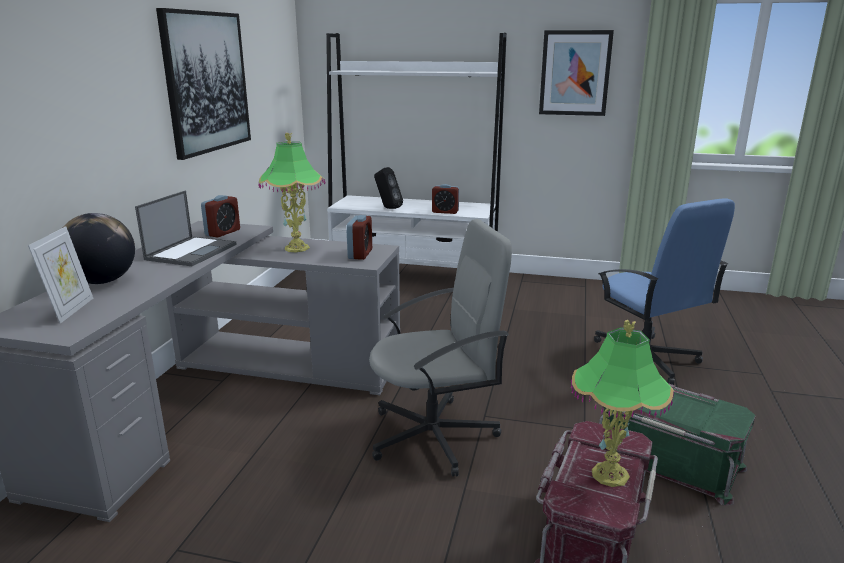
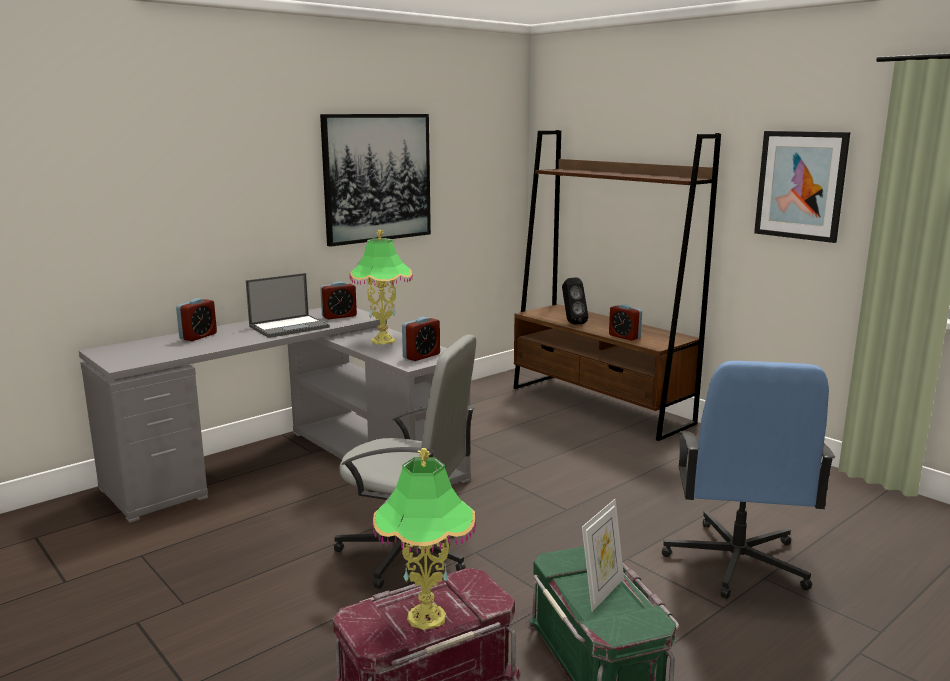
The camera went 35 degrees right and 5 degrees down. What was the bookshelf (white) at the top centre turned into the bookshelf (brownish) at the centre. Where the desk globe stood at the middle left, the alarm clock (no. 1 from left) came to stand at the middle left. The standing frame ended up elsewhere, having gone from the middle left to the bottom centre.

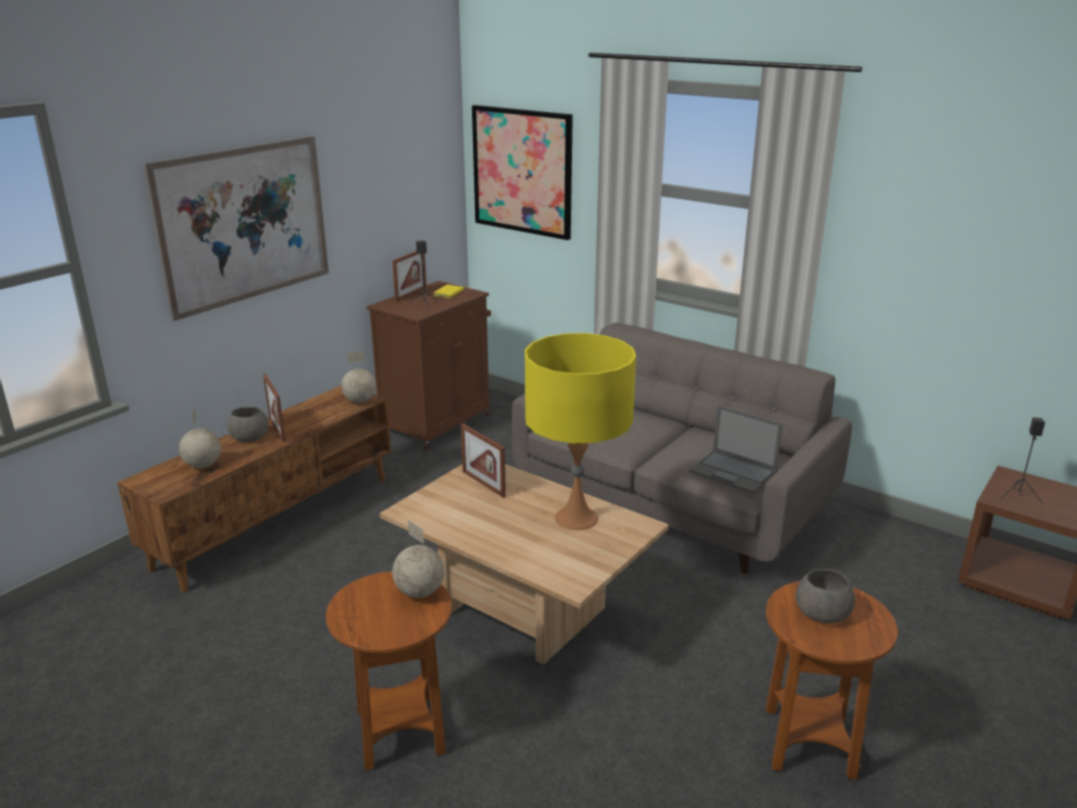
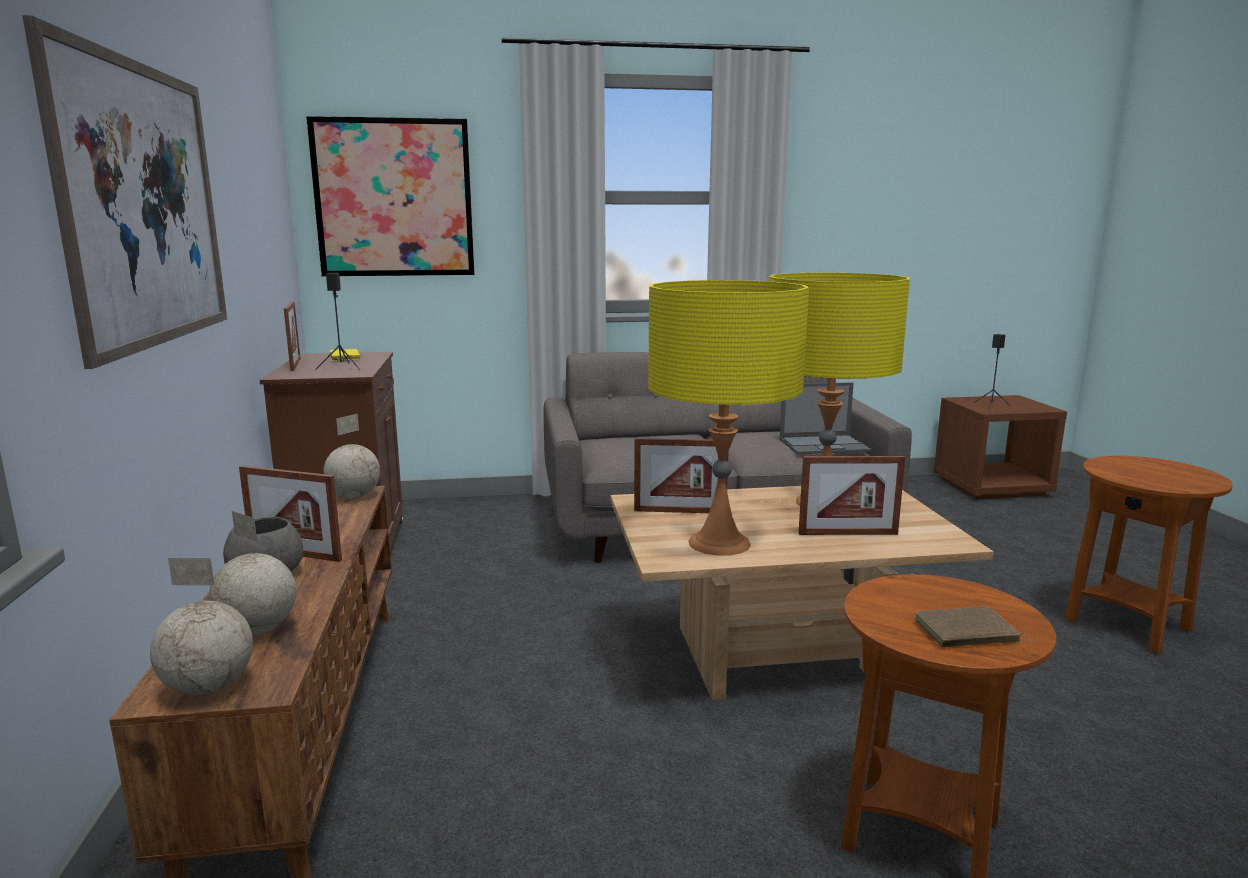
The camera went 45 degrees left and 10 degrees down. The desk globe (no. 3 from left in the first image) ended up elsewhere, having gone from the bottom centre to the bottom left. The second view lost the bowl (greyish) (no. 2 from left) at the bottom right. The second view gained the lamp for a table (yellow) (no. 1 from left) at the centre. The second view gained the standing frame (no. 4 from left) at the middle right. The second view gained the bound book (brownish) at the bottom right.

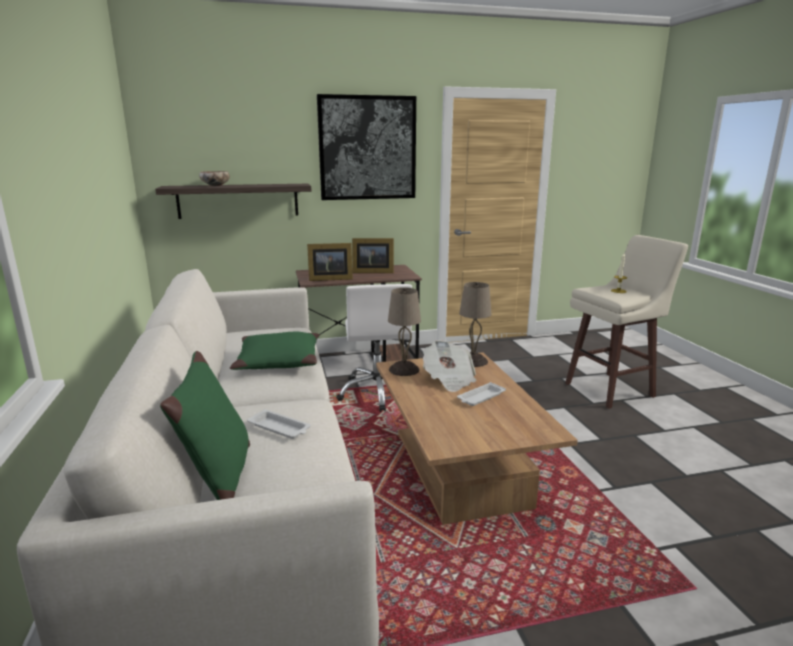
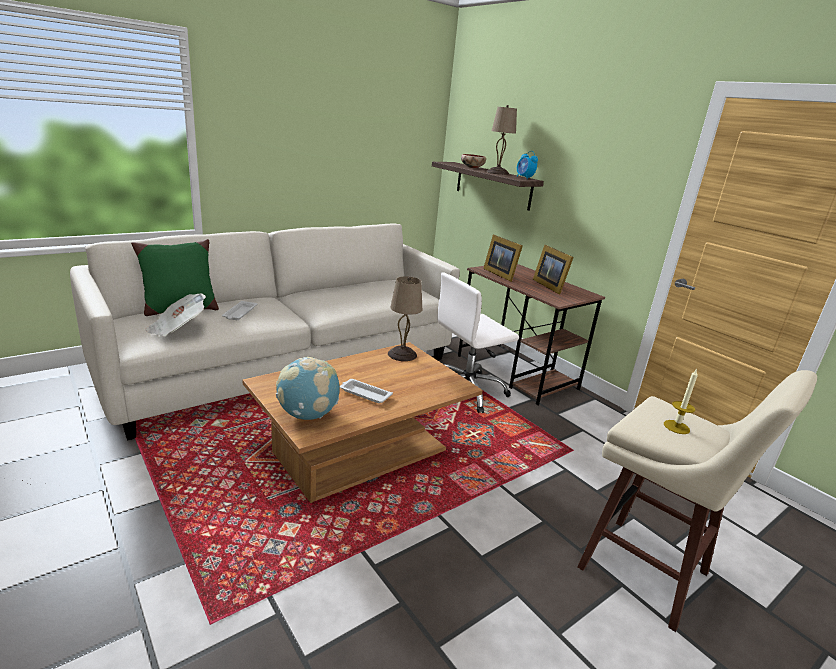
The camera went 65 degrees right and 5 degrees up. The second view lost the wall picture at the top centre. The lamp for a table (beige) (no. 2 from left) ended up elsewhere, having gone from the centre to the top centre. The second view lost the cushion (green) (no. 2 from left) at the centre. The daily paper ended up elsewhere, having gone from the centre to the middle left. The second view gained the alarm clock at the top centre. The second view gained the desk globe at the centre.

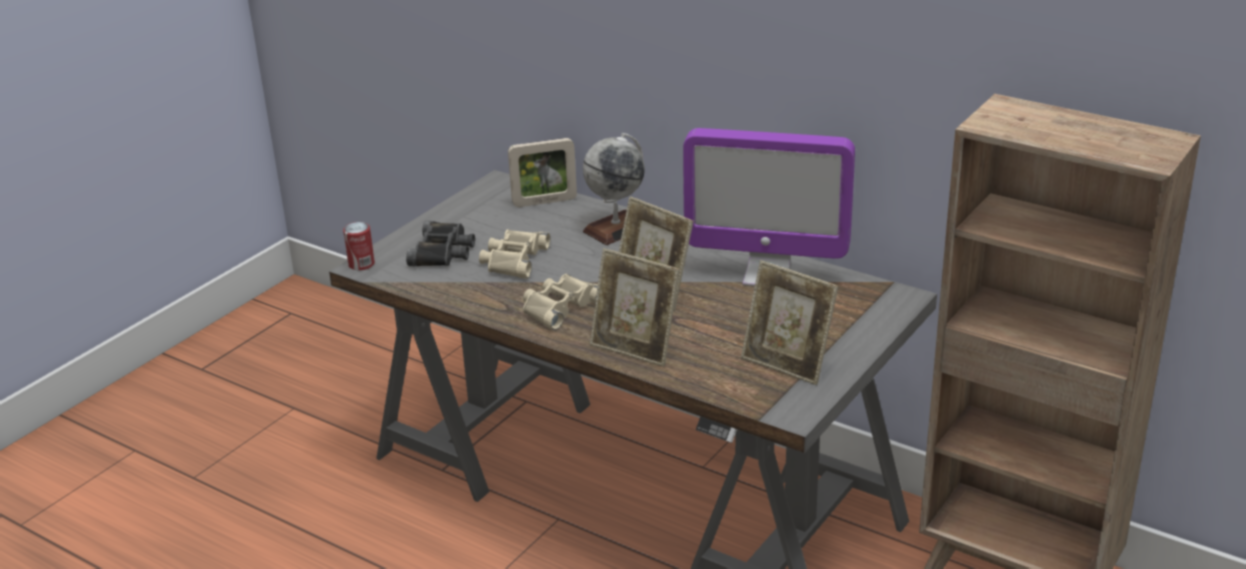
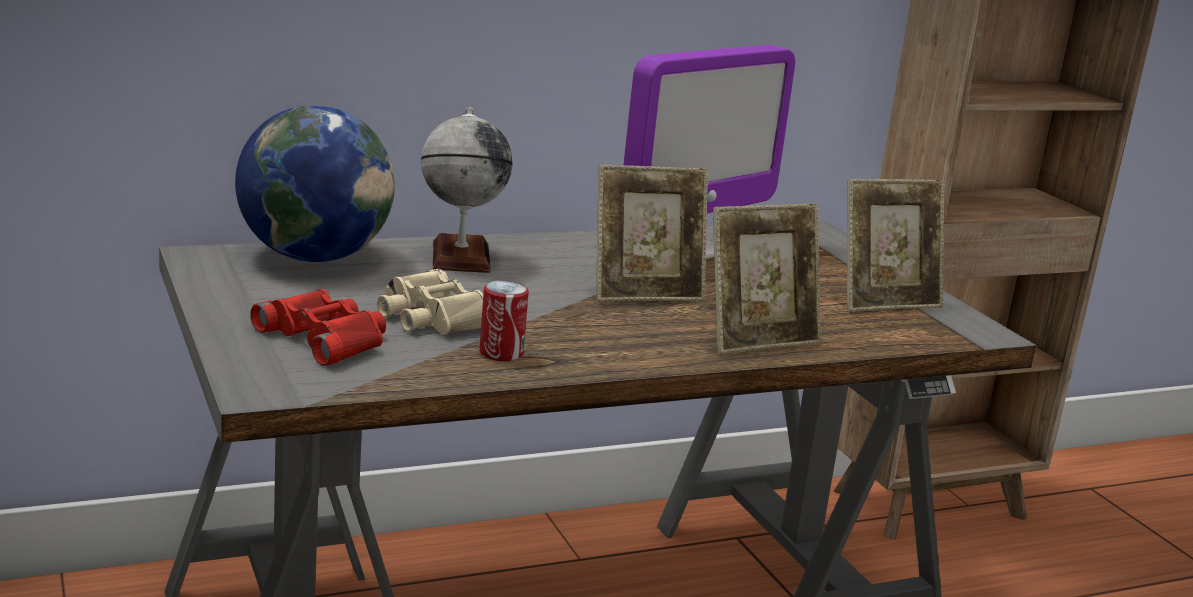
The camera went 60 degrees left and 10 degrees down. Where the standing frame (no. 1 from left) stood at the top centre, the desk globe (no. 1 from left) came to stand at the top left. What was the binoculars (black) at the centre turned into the binoculars (reddish) at the middle left. The metal can ended up elsewhere, having gone from the middle left to the centre. The second view lost the binoculars (beige) (no. 2 from left) at the centre.

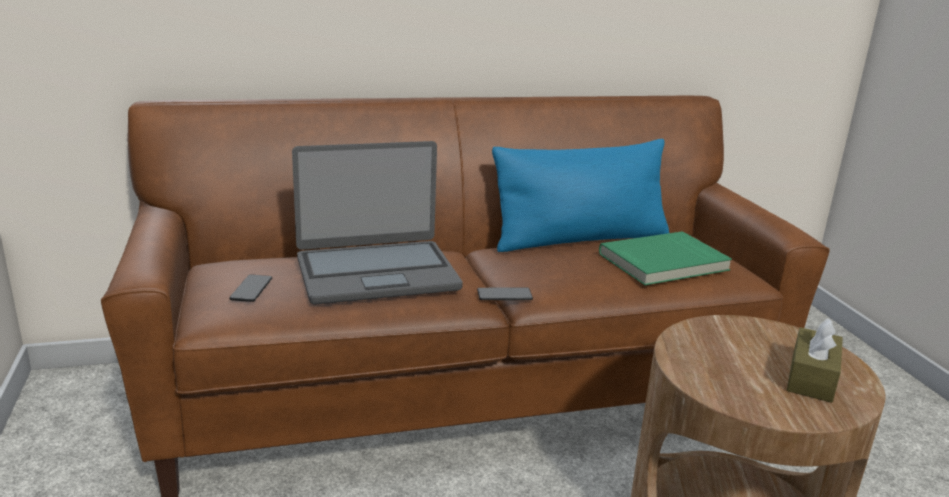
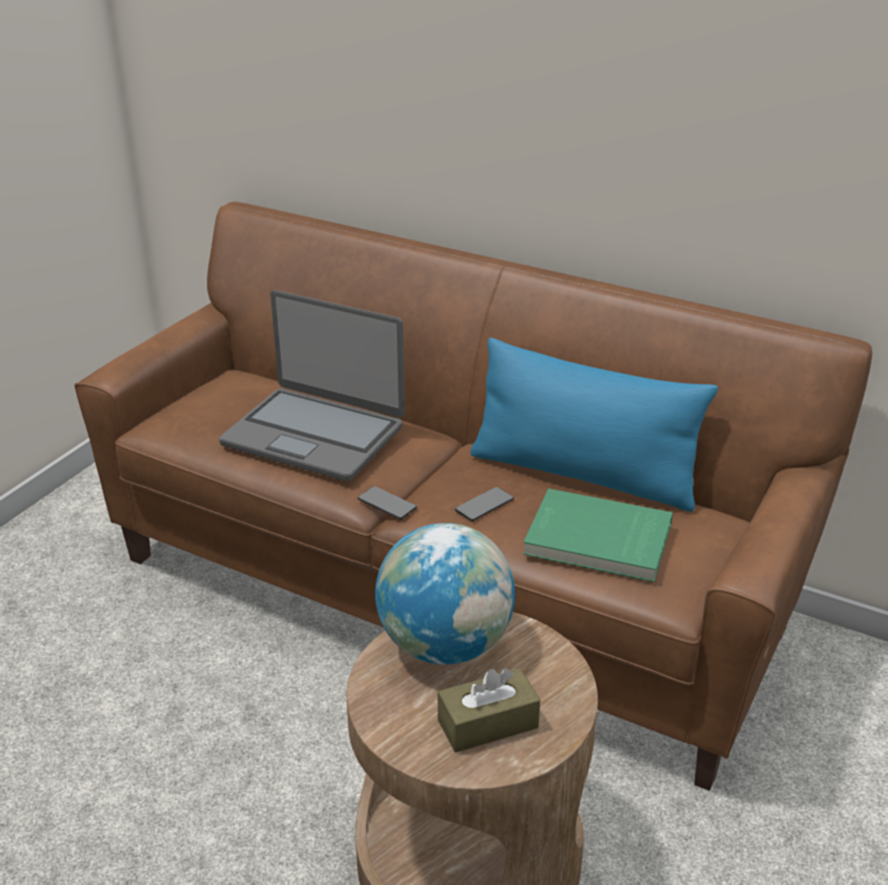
The camera went 45 degrees right and 10 degrees up. The phone (no. 1 from left in the first image) ended up elsewhere, having gone from the middle left to the centre. The second view gained the desk globe at the bottom centre.

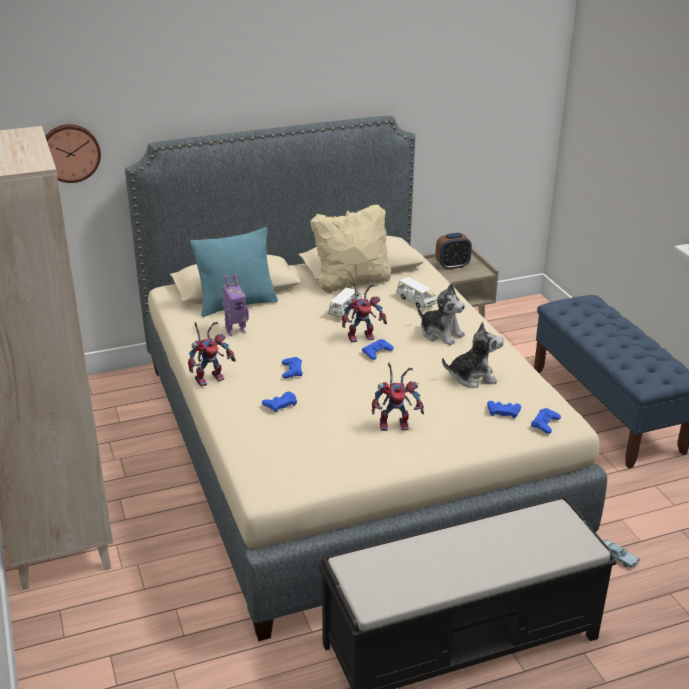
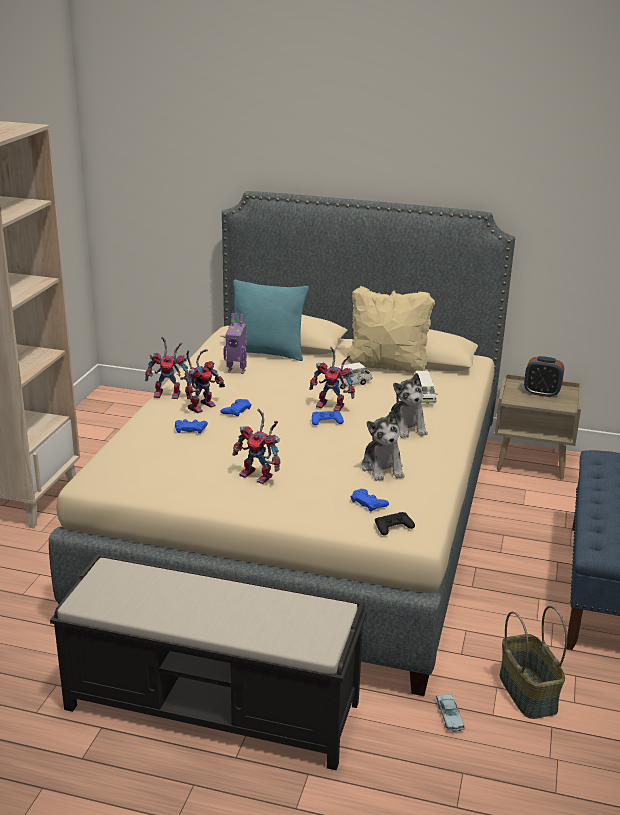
The camera went 35 degrees right and 5 degrees down. The second view lost the clock on the wall at the top left. The soft toy (no. 2 from left in the first image) at the middle right ended up facing another way, 45 degrees clockwise from before. What was the joypad (bluish) (no. 5 from left) at the middle right turned into the joypad (black) at the centre. The second view gained the robot figure (no. 2 from left) at the middle left. The second view gained the basket at the bottom right.

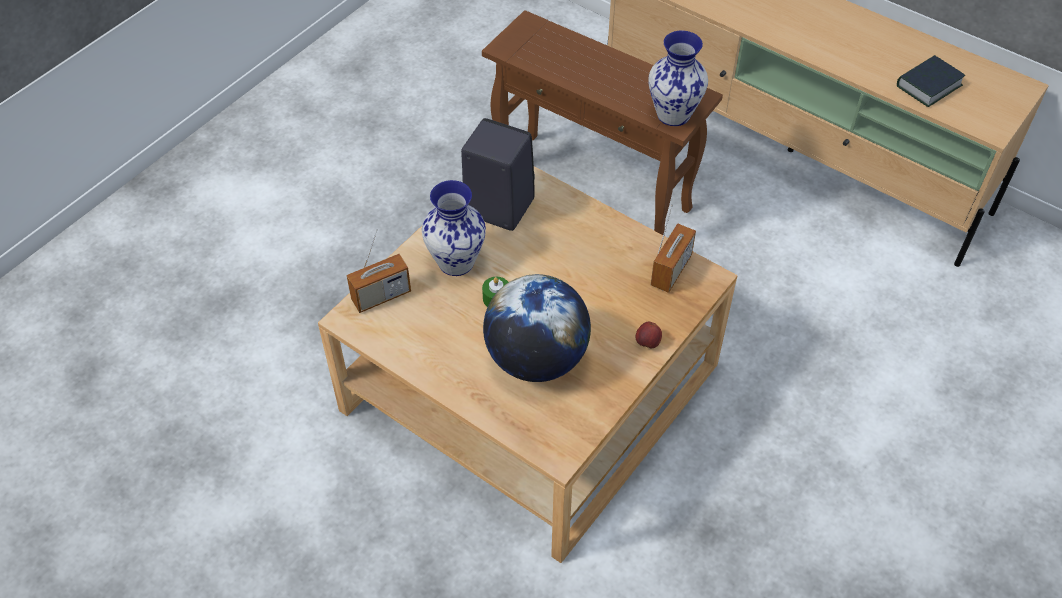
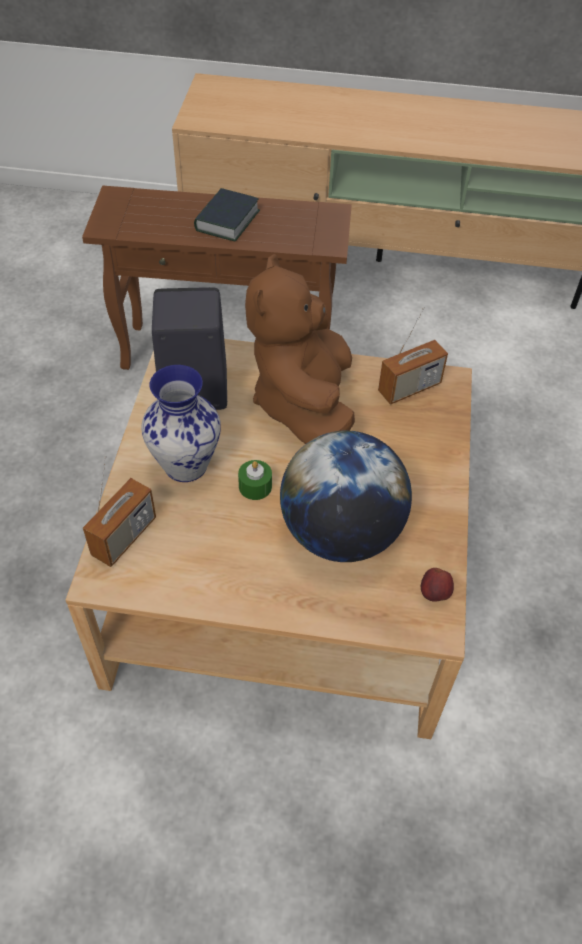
The camera went 30 degrees left and 0 degrees up. The second view lost the decorative vase (no. 2 from left) at the top centre. The bound book ended up elsewhere, having gone from the top right to the top centre. The radio (no. 2 from left) at the centre ended up facing another way, 60 degrees clockwise from before. The whole apple ended up elsewhere, having gone from the centre to the middle right. The second view gained the soft toy (brownish) at the centre.

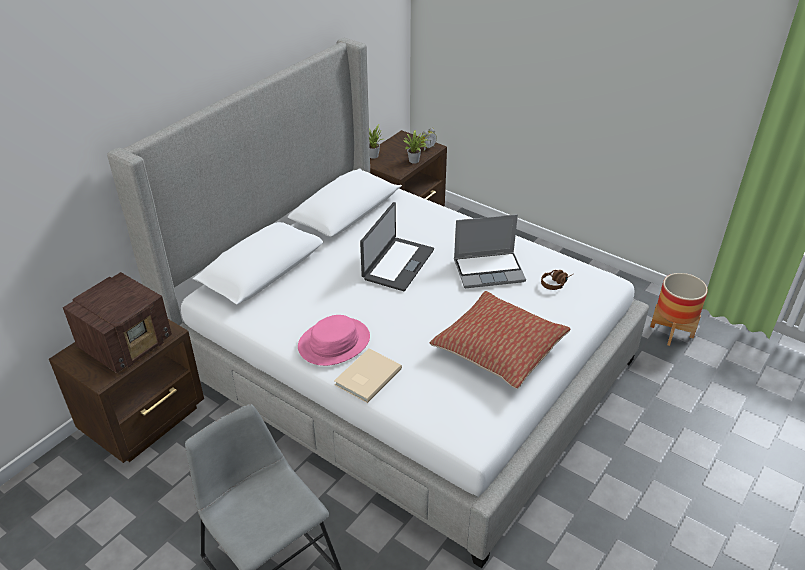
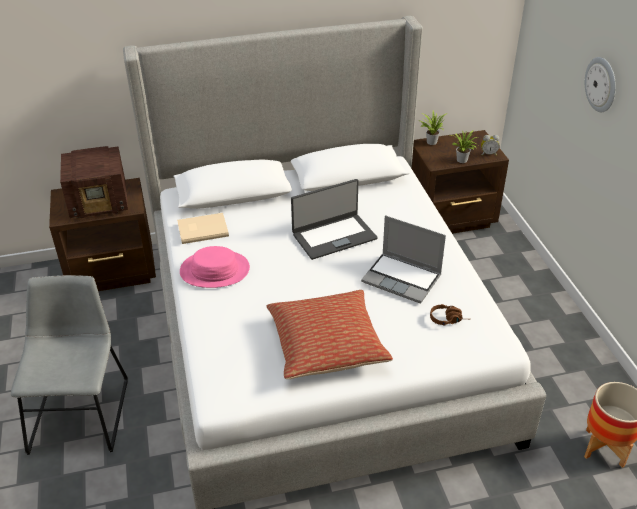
The camera went 40 degrees right and 0 degrees up. The bound book (beige) ended up elsewhere, having gone from the centre to the middle left. The second view gained the clock on the wall at the top right.

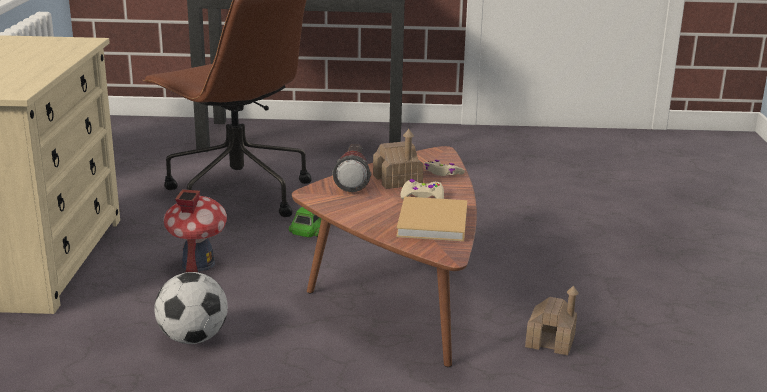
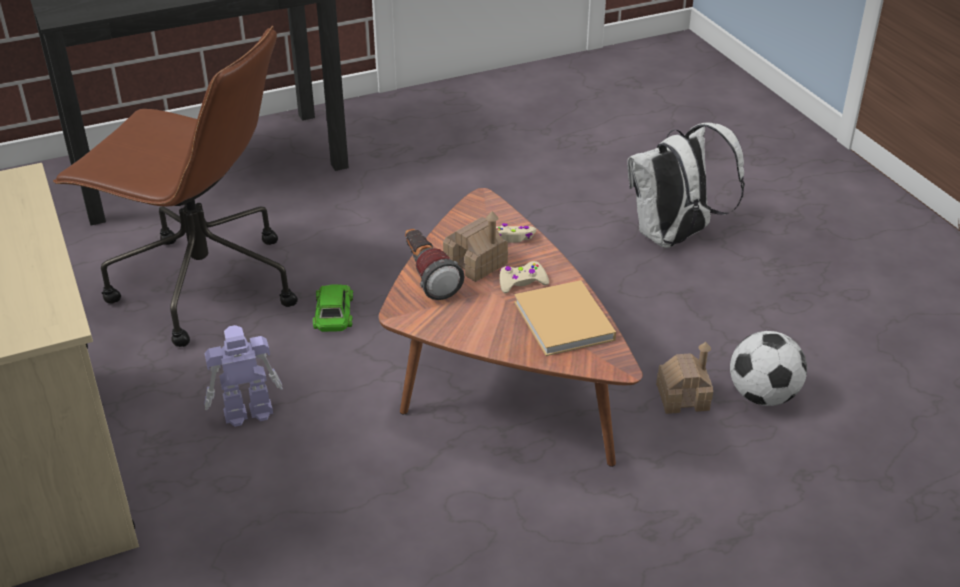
The camera went 25 degrees left and 15 degrees up. Where the miniature house (no. 1 from left) stood at the middle left, the robot figure came to stand at the middle left. The football ended up elsewhere, having gone from the bottom left to the middle right. The second view gained the rucksack (white) at the top right.

